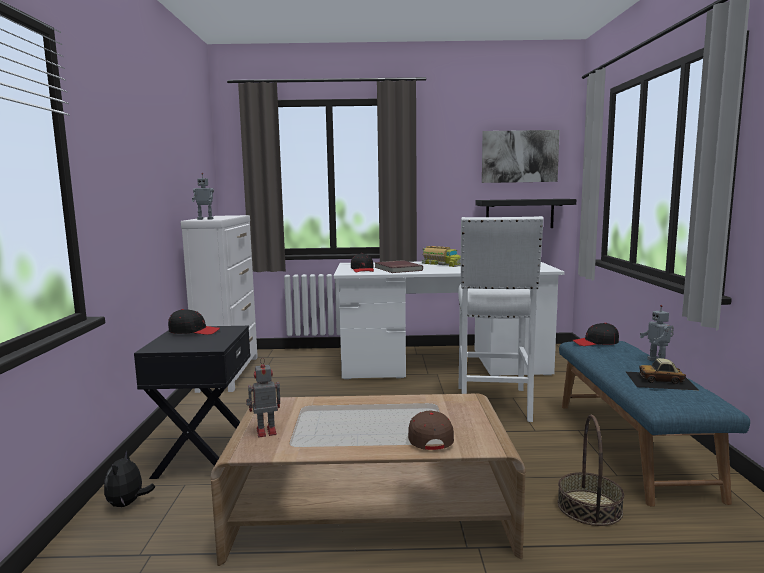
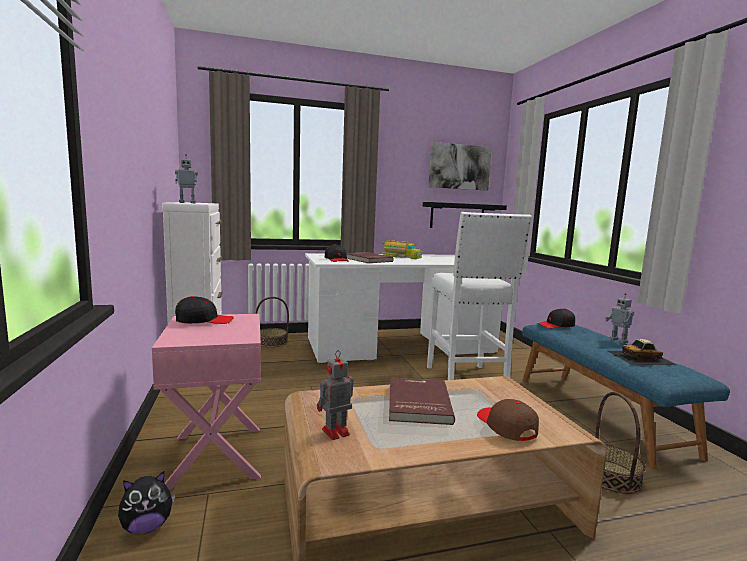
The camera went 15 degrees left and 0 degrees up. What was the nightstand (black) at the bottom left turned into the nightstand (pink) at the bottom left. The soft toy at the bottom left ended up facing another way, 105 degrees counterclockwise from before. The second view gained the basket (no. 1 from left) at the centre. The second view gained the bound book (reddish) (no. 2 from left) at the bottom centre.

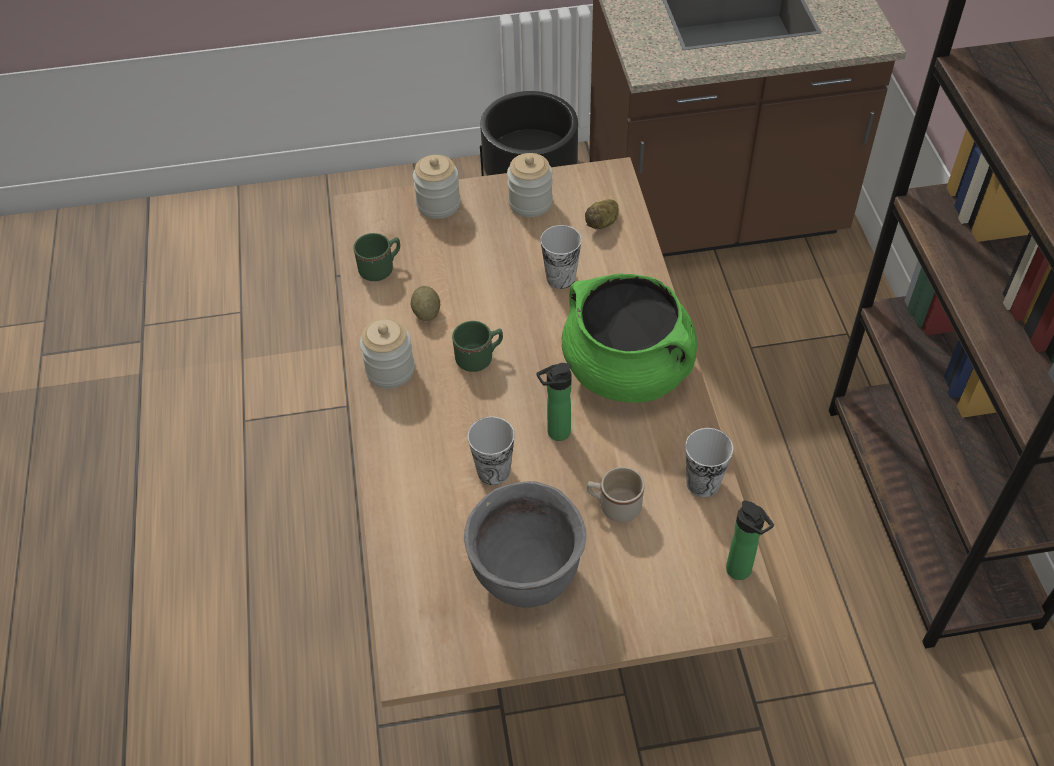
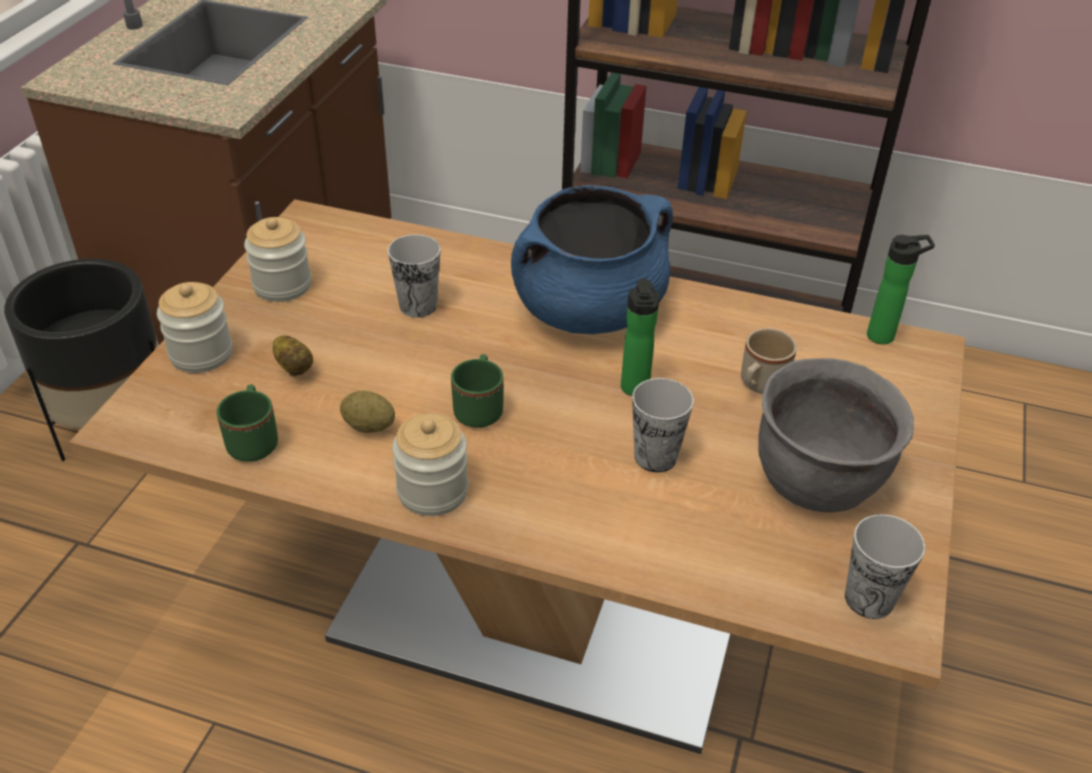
The camera went 65 degrees left and 10 degrees down. The potato (no. 2 from left in the first image) ended up elsewhere, having gone from the top centre to the middle left. What was the cooking pot (green) at the centre turned into the cooking pot (bluish) at the centre. The small cup (no. 3 from left) ended up elsewhere, having gone from the middle right to the bottom right.

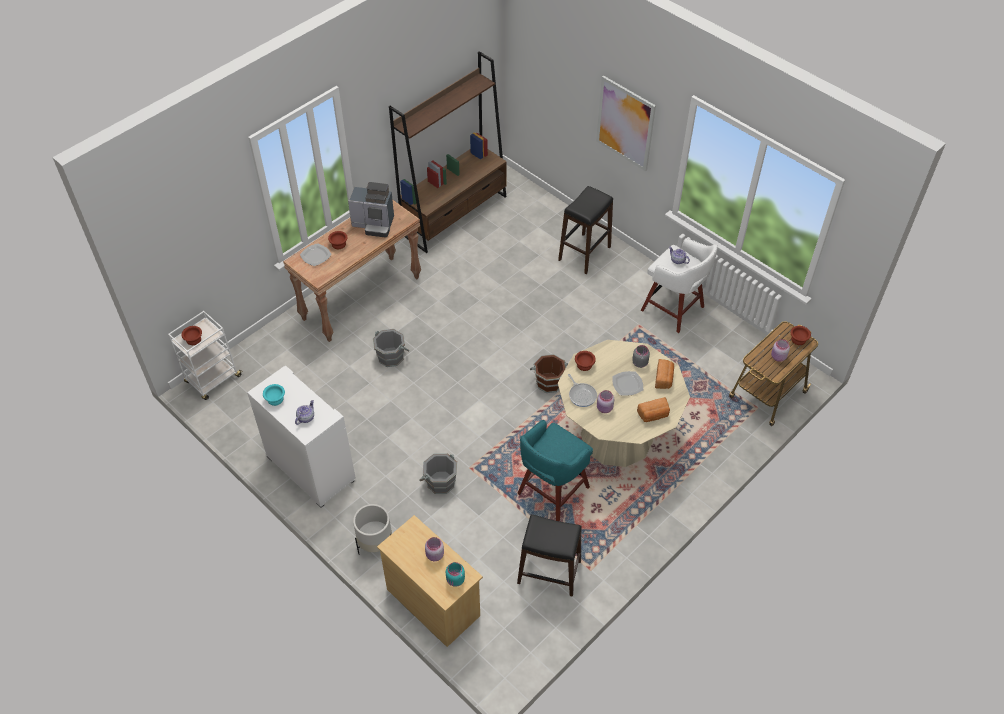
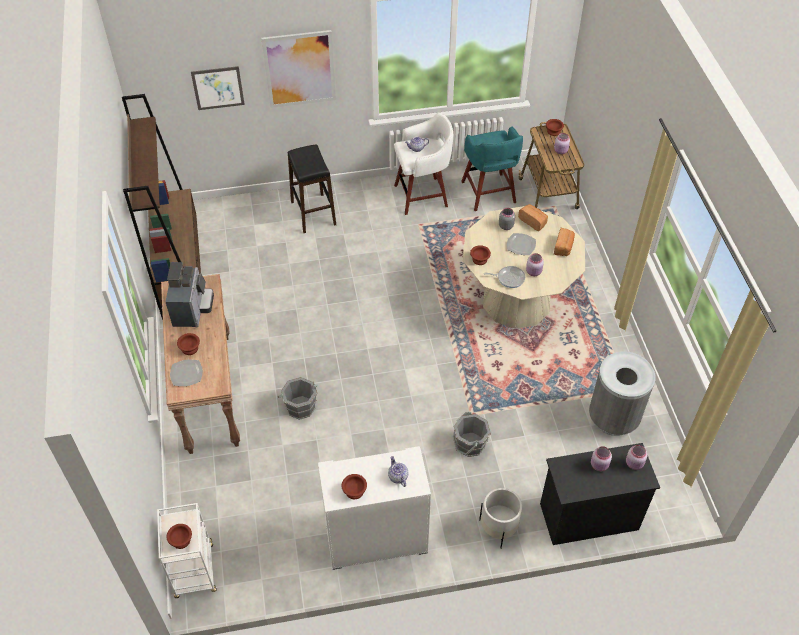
The camera went 55 degrees left and 0 degrees up. The coffee brewer at the top centre ended up facing another way, 45 degrees counterclockwise from before. The second view lost the bucket (brownish) at the centre. What was the bowl (blue-green) at the middle left turned into the bowl (brownish) (no. 3 from left) at the bottom centre. The stool (blue-green) ended up elsewhere, having gone from the centre to the top centre. Where the stool (black) (no. 1 from left) stood at the bottom centre, the waste bin (greyish) came to stand at the middle right. What was the dresser (beige) at the bottom centre turned into the dresser (black) at the bottom right. What was the preserve jar (blue-green) at the bottom centre turned into the preserve jar (pink) (no. 4 from left) at the bottom right. The second view gained the wall picture (no. 1 from left) at the top left.

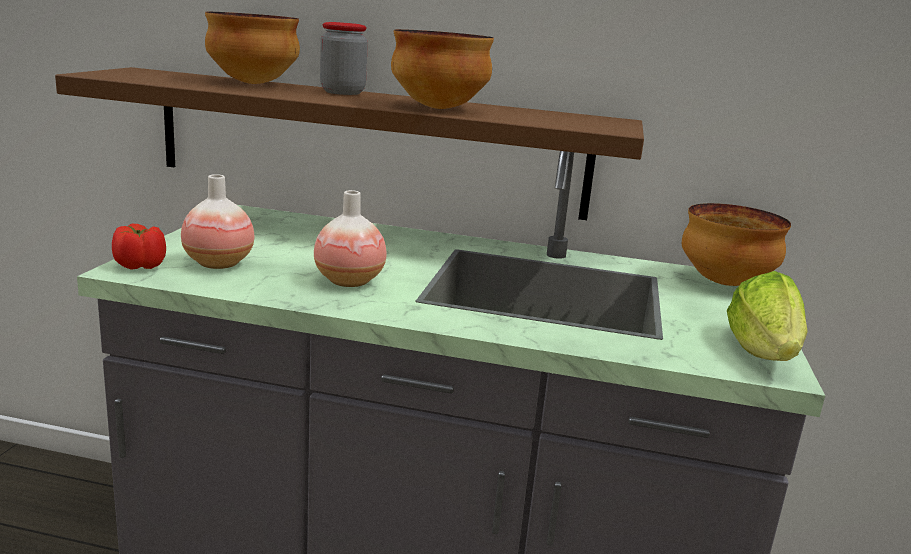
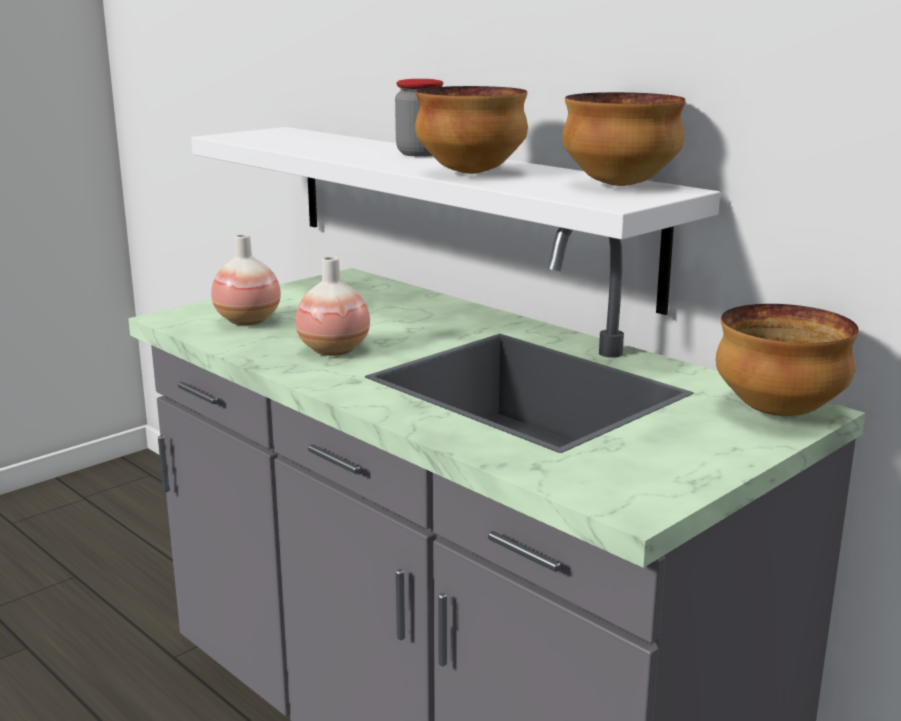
The camera went 35 degrees right and 0 degrees up. The bowl (no. 1 from left in the first image) ended up elsewhere, having gone from the top left to the top right. What was the shelf (brownish) at the top centre turned into the shelf (white) at the top centre. The second view lost the whole tomato at the middle left. The second view lost the lettuce at the middle right.

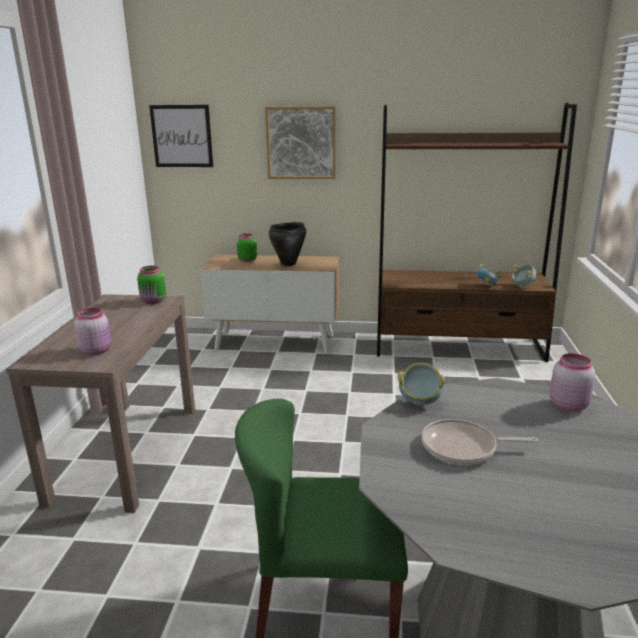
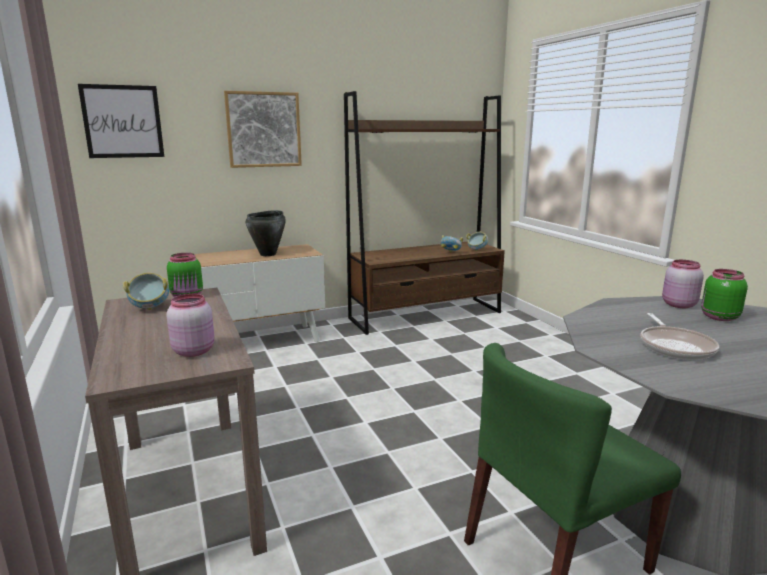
The camera went 30 degrees left and 5 degrees down. The preserve jar (green) (no. 2 from left) ended up elsewhere, having gone from the centre to the middle right. The bowl (no. 1 from left) ended up elsewhere, having gone from the centre to the middle left. The frying pan at the bottom right ended up facing another way, 60 degrees counterclockwise from before.

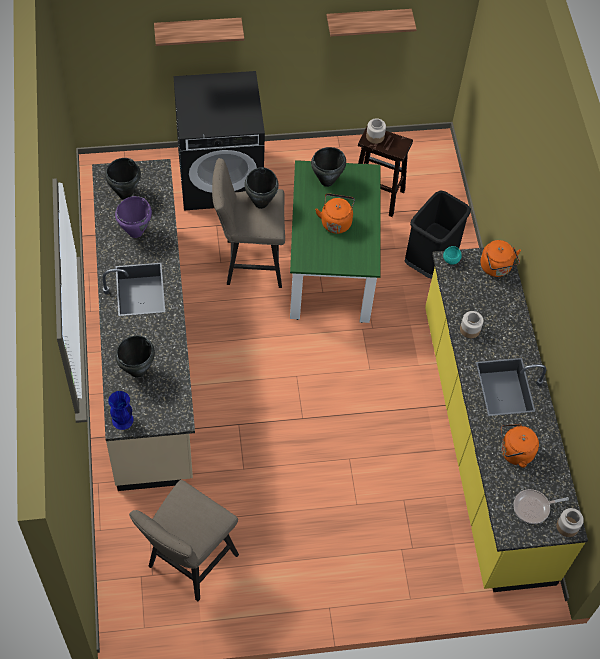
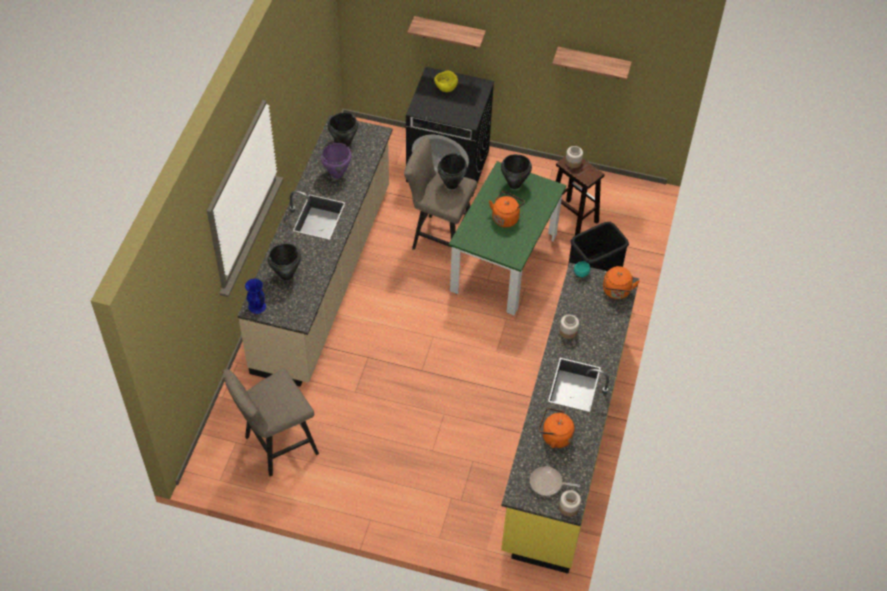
The camera went 25 degrees right and 5 degrees down. The second view gained the bowl (yellow) at the top centre.

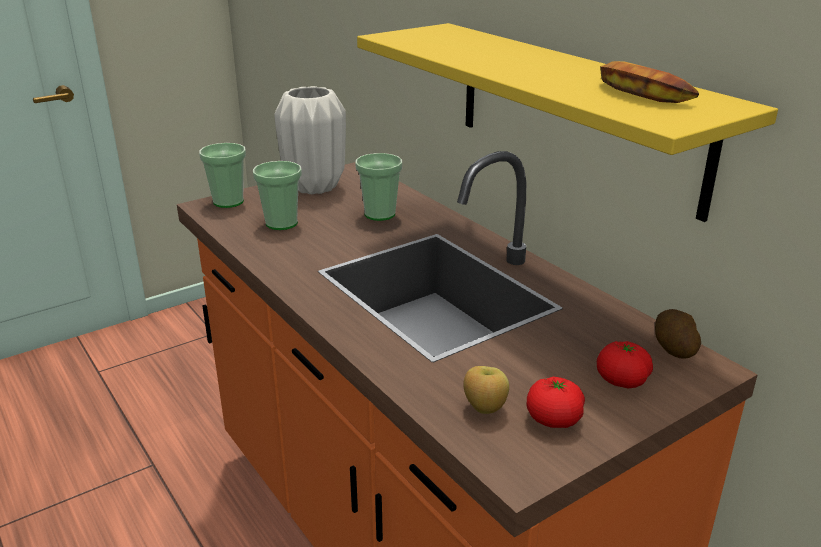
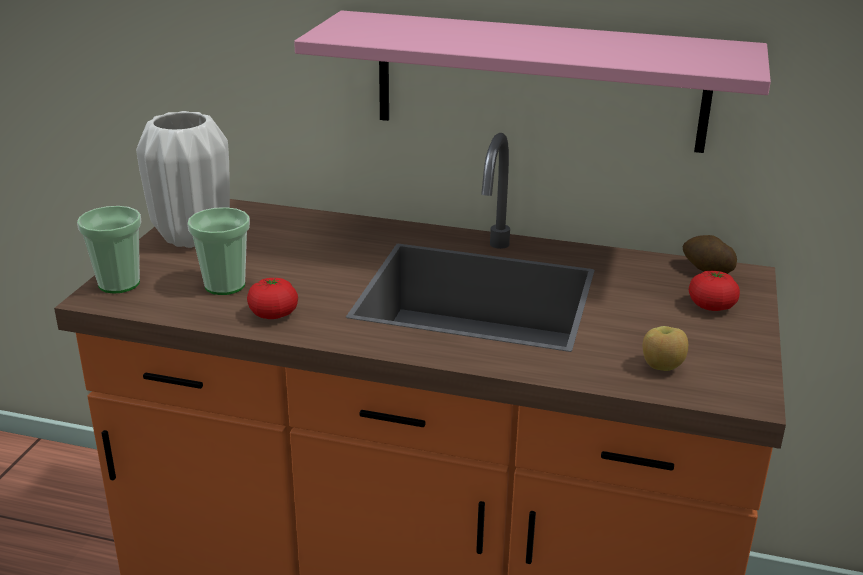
The camera went 40 degrees left and 0 degrees up. What was the shelf (yellow) at the top right turned into the shelf (pink) at the top centre. The second view lost the whole banana at the top right. The second view lost the small cup (no. 3 from left) at the centre. The whole tomato (no. 1 from left) ended up elsewhere, having gone from the bottom right to the middle left.

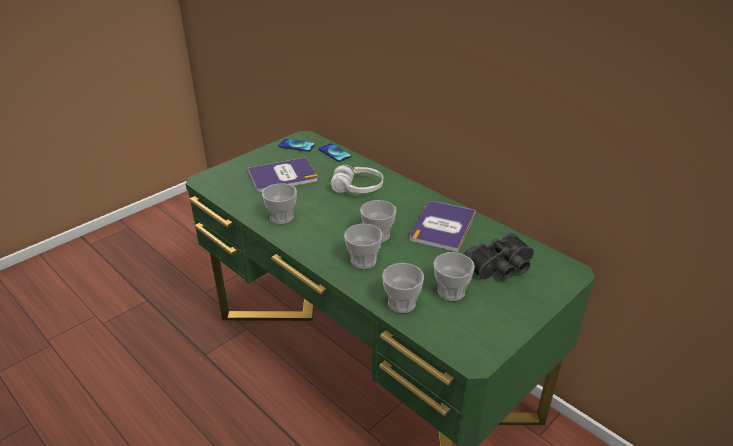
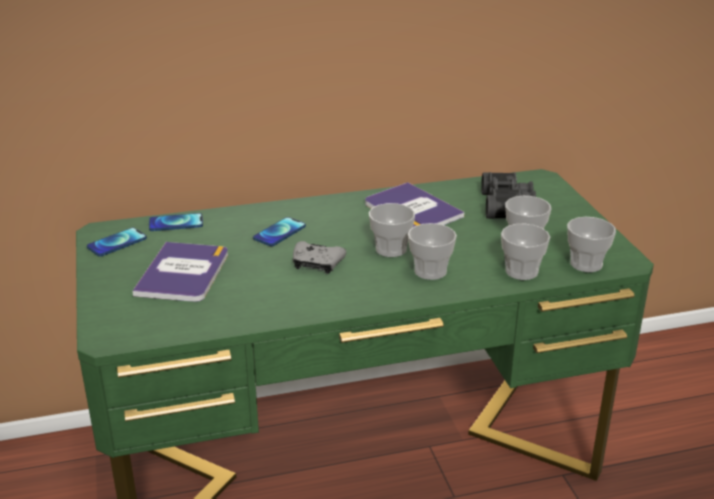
The camera went 60 degrees left and 5 degrees down. Where the pair of headphones (white) stood at the centre, the phone (no. 3 from left) came to stand at the centre. The small cup (no. 1 from left in the first image) ended up elsewhere, having gone from the centre to the middle right. The second view gained the joypad (greyish) at the centre.

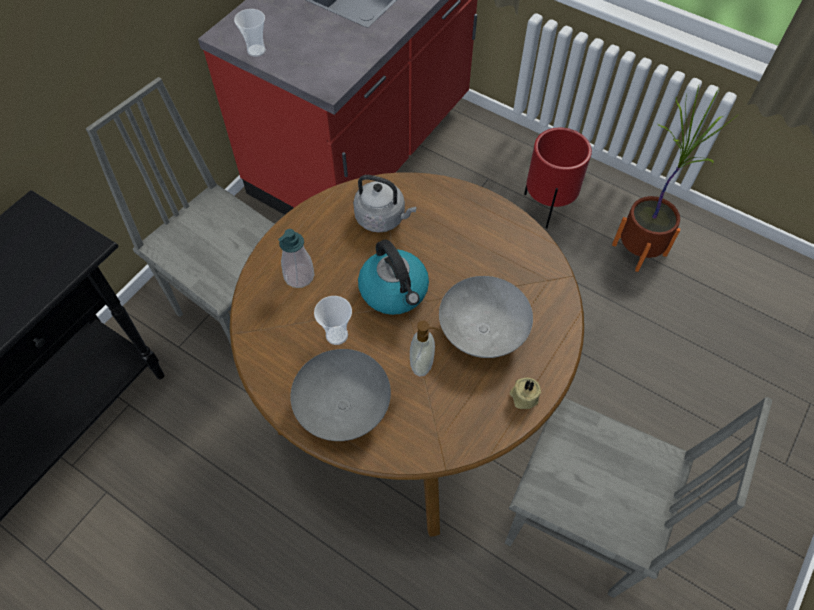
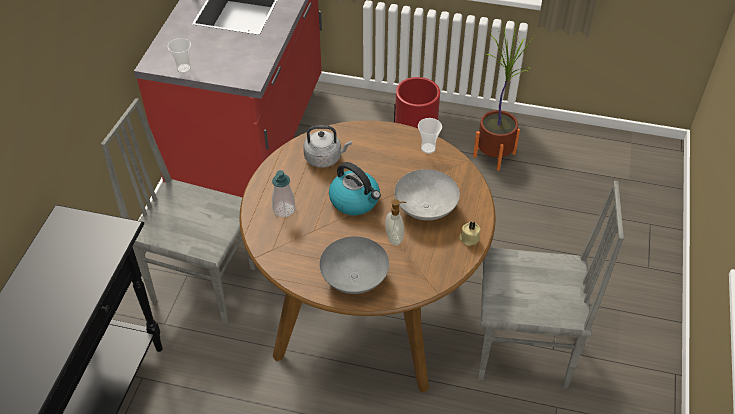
The camera went 20 degrees left and 10 degrees down. The small cup (no. 2 from left) ended up elsewhere, having gone from the centre to the top centre.

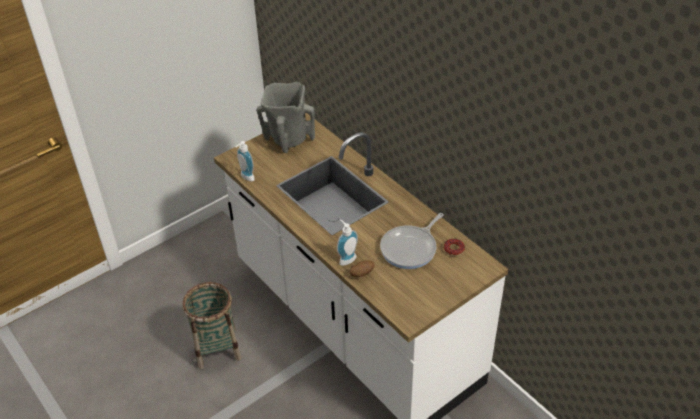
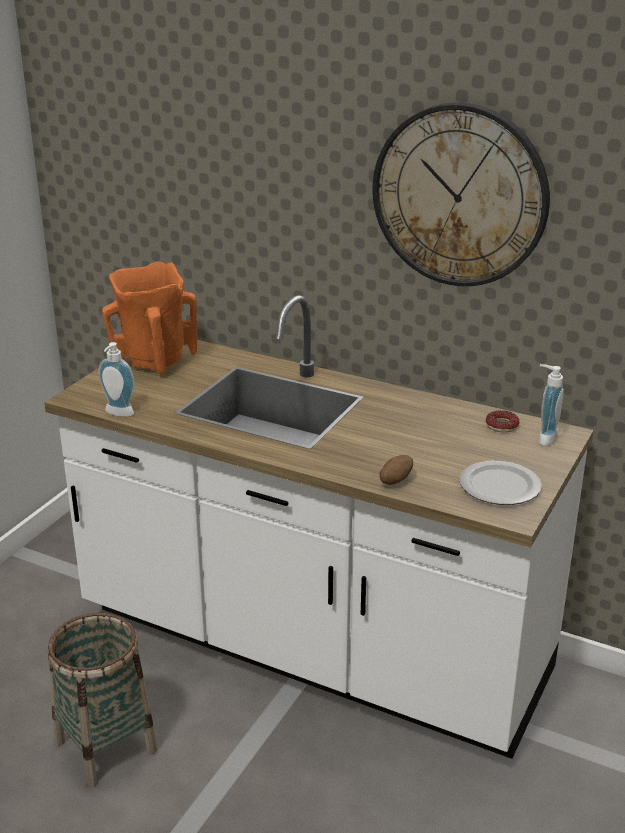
The camera went 25 degrees left and 15 degrees down. What was the decorative vase (greyish) at the top centre turned into the decorative vase (orange-coloured) at the middle left. The second view lost the frying pan at the centre. The soap bottle (no. 2 from left) ended up elsewhere, having gone from the centre to the middle right. The second view gained the clock on the wall at the top right. The second view gained the dinner plate at the middle right.

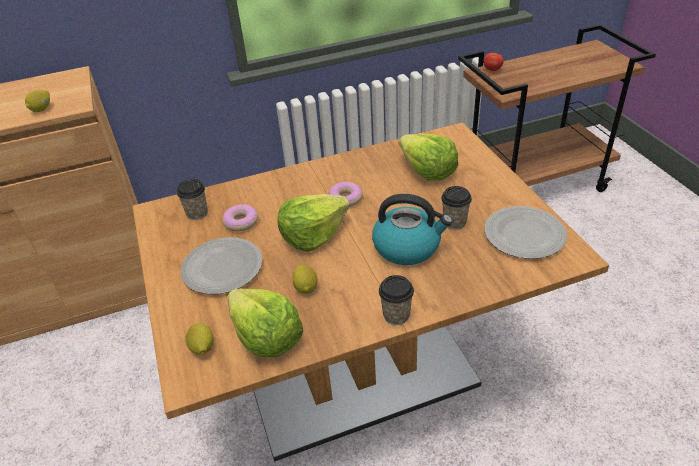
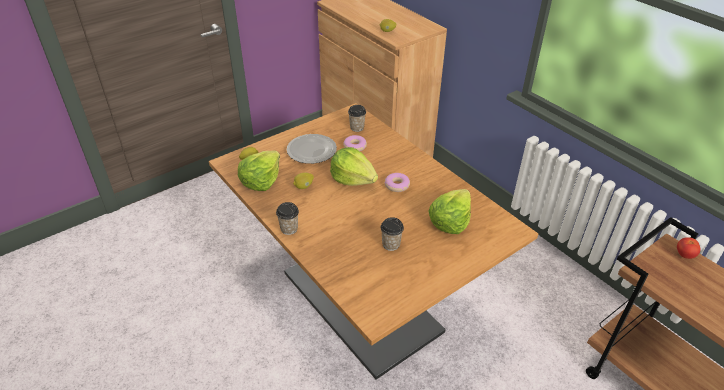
The camera went 70 degrees right and 0 degrees up. The second view lost the kettle at the centre. The second view lost the dinner plate (no. 2 from left) at the middle right.

